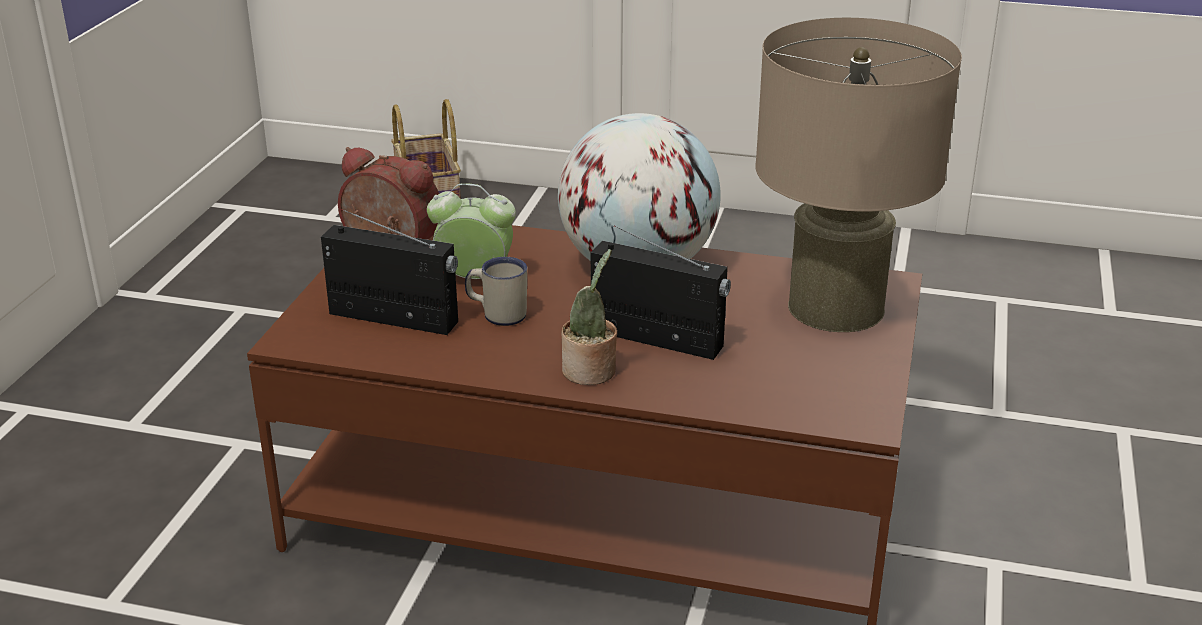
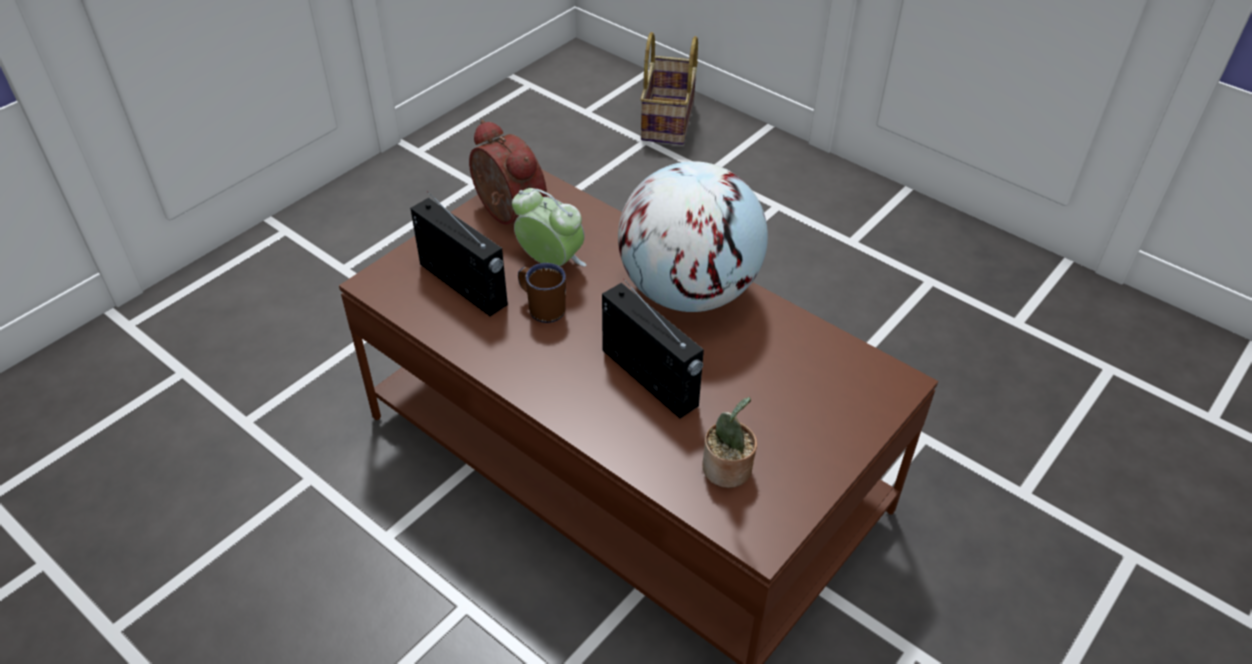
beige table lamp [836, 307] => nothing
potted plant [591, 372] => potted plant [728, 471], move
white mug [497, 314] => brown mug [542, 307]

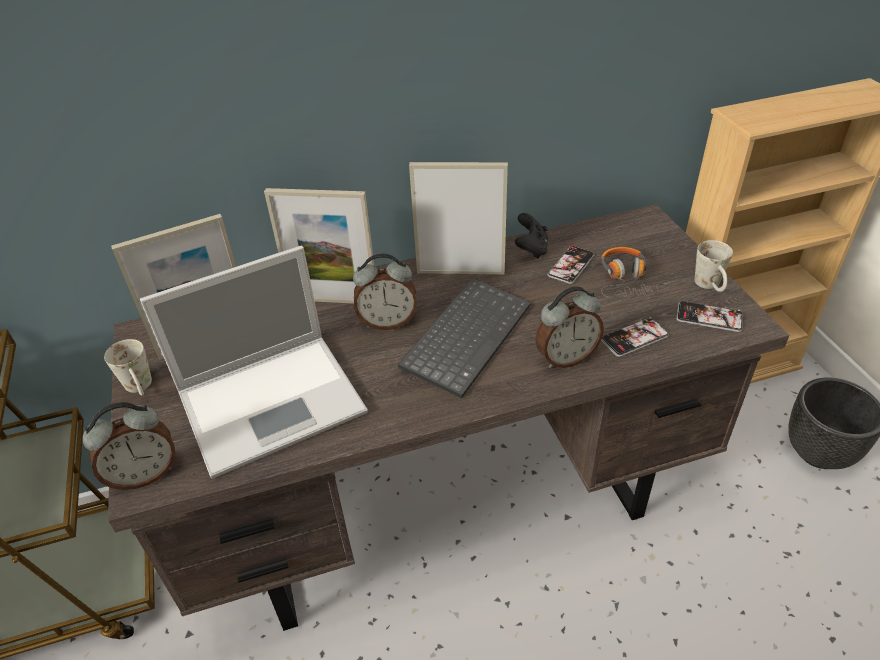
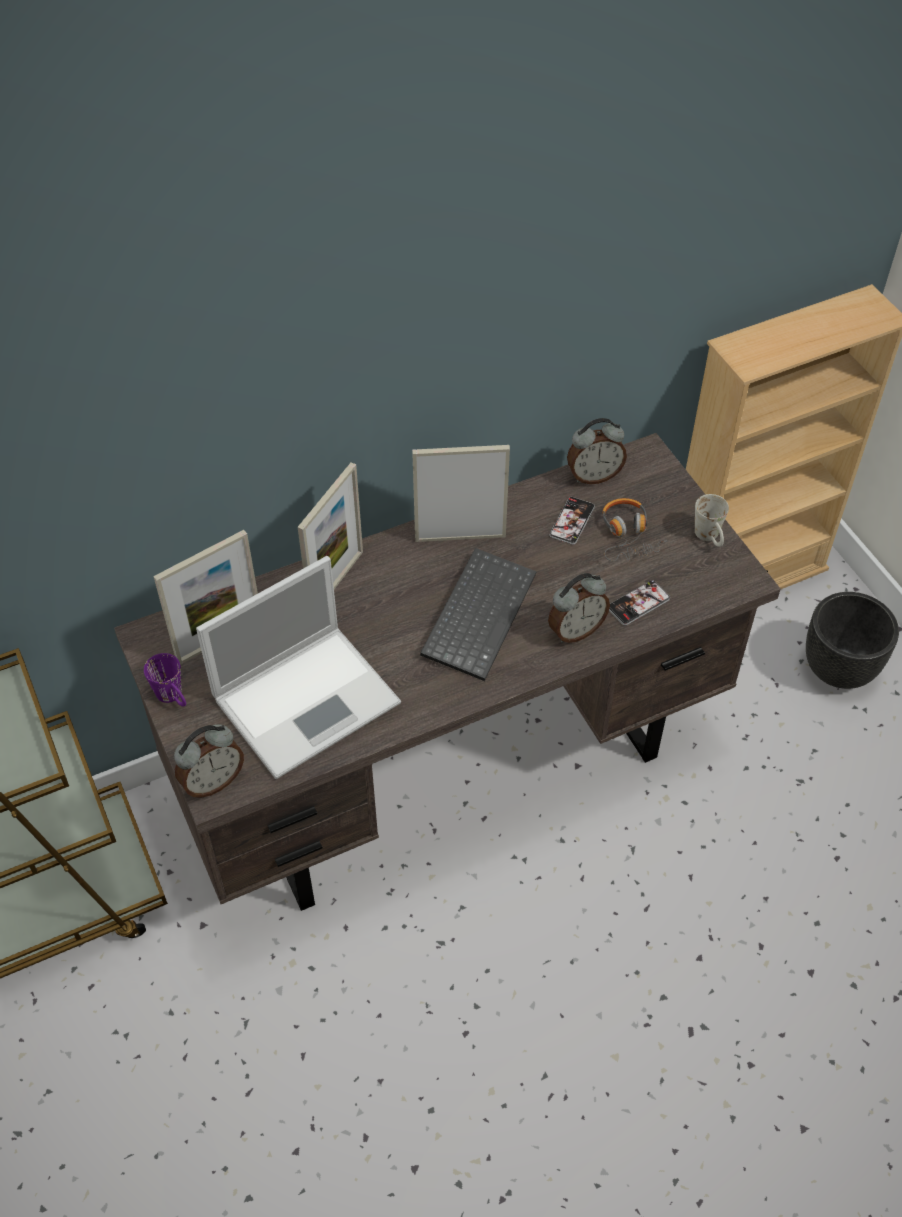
black game controller [531, 249] => nothing
phone [709, 317] => nothing
alarm clock [387, 322] => alarm clock [593, 475], move
white mug [141, 388] => purple mug [174, 697]
picture frame [333, 300] => picture frame [336, 582], 60 degrees counterclockwise

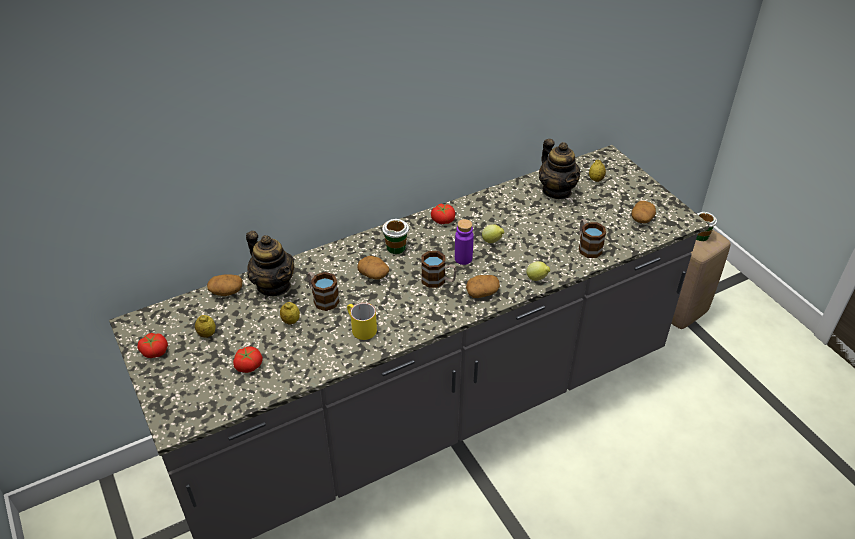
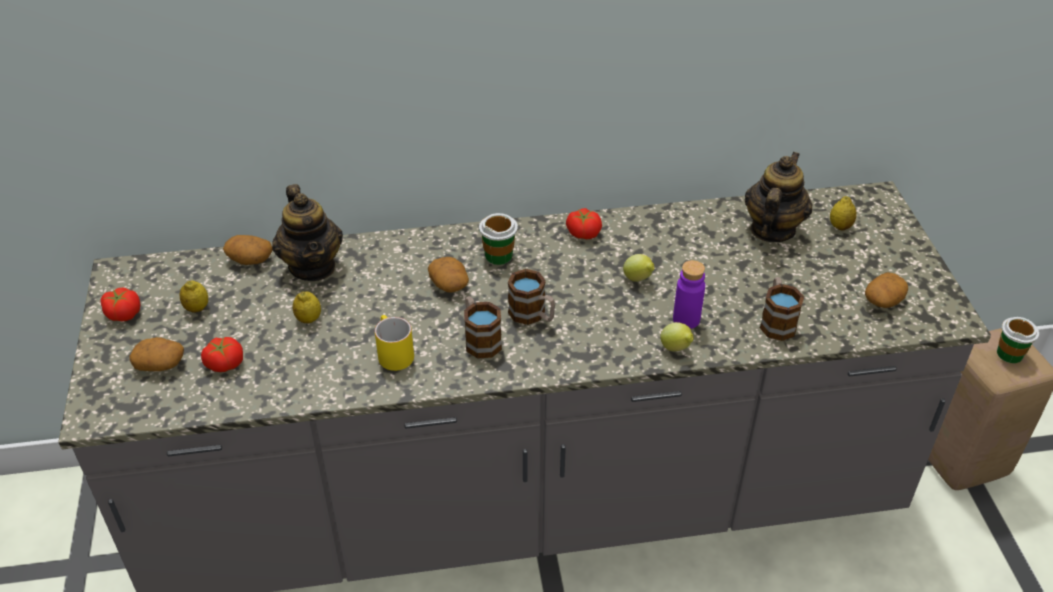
mug [322, 298] => mug [480, 339], move
purple bottle [463, 258] => purple bottle [686, 319], move
potato [482, 292] => potato [160, 364], move
teapot [557, 191] => teapot [772, 229], 150 degrees counterclockwise

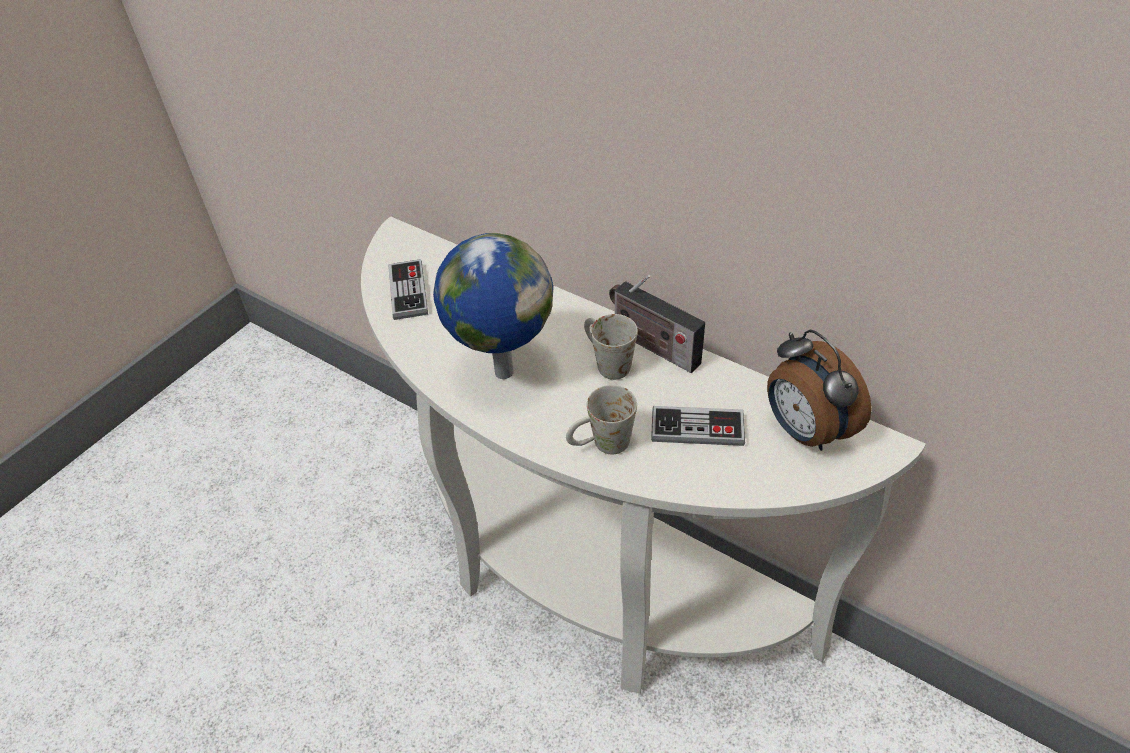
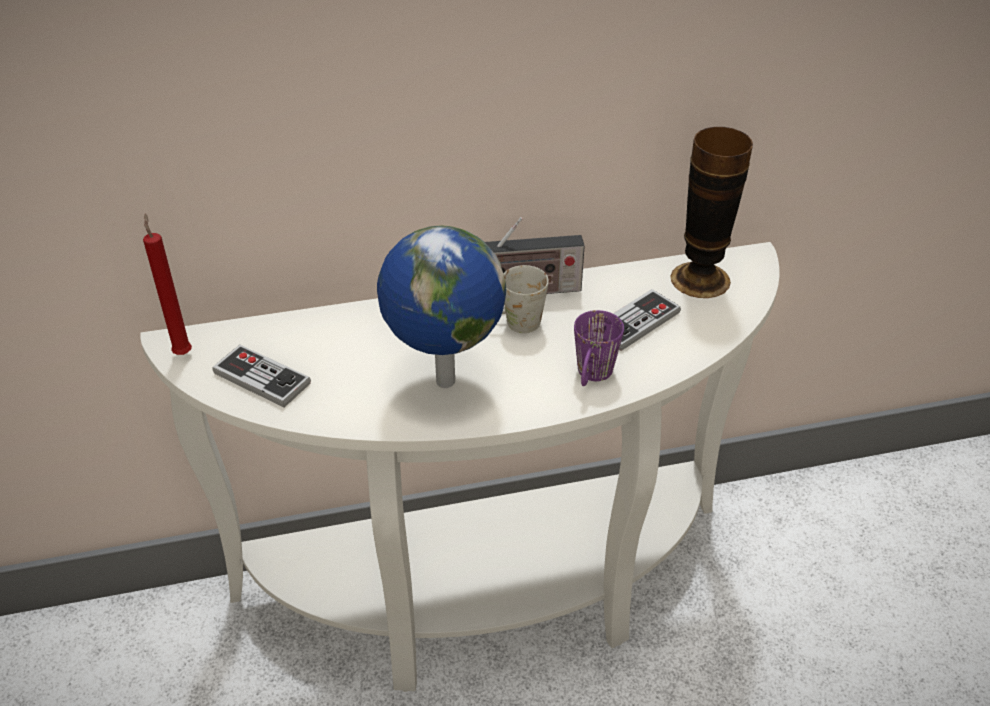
nothing => red candle [183, 352]
alarm clock [805, 431] => vase [700, 279]
white mug [601, 445] => purple mug [592, 377]

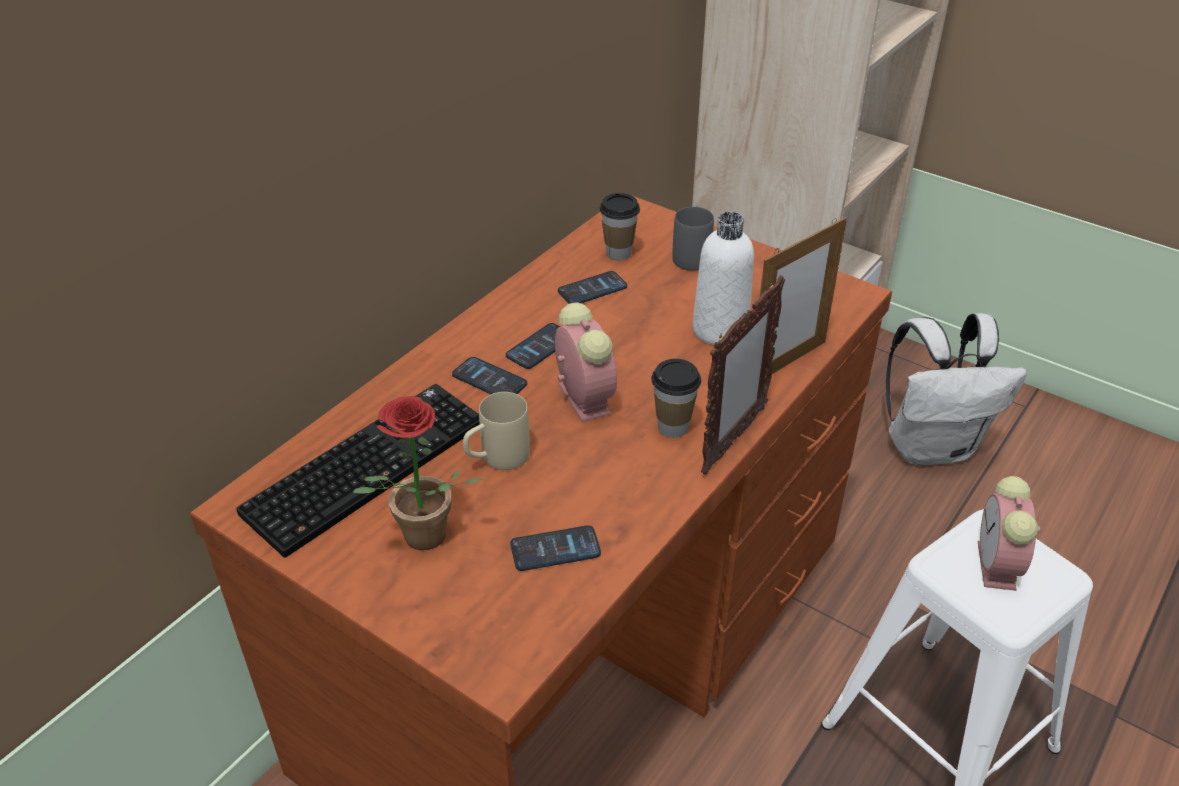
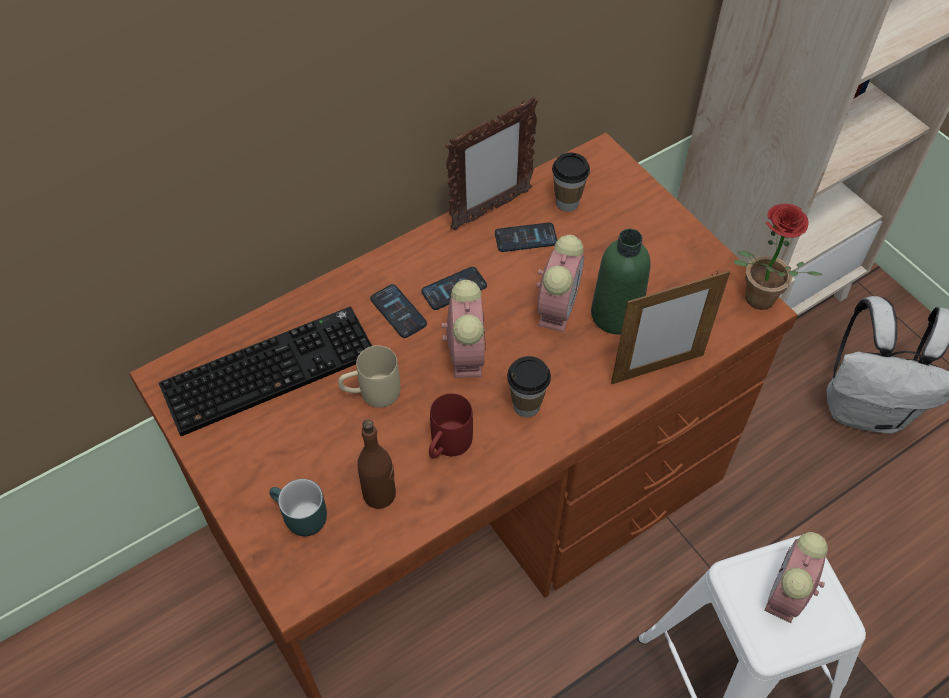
grey mug [692, 255] => nothing
nothing => turquoise mug [299, 518]
nothing => red mug [447, 447]
nothing => alarm clock [557, 306]
potted plant [420, 542] => potted plant [756, 302], move
picture frame [733, 440] => picture frame [490, 210], move
phone [555, 549] => brown bottle [380, 494]
white bottle [720, 330] => green bottle [616, 314]

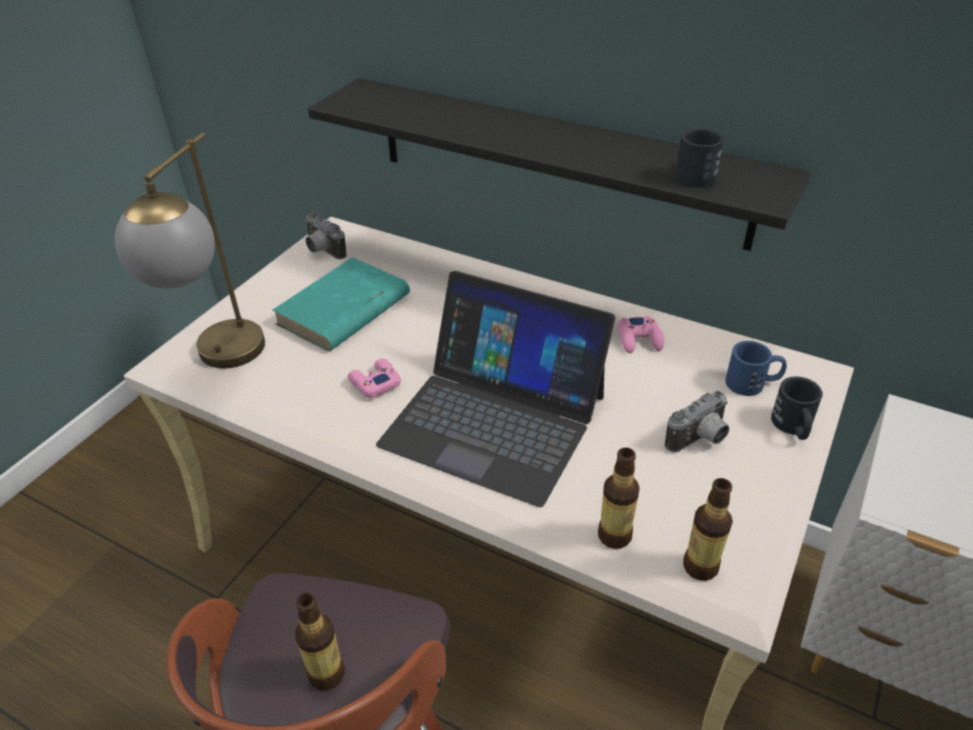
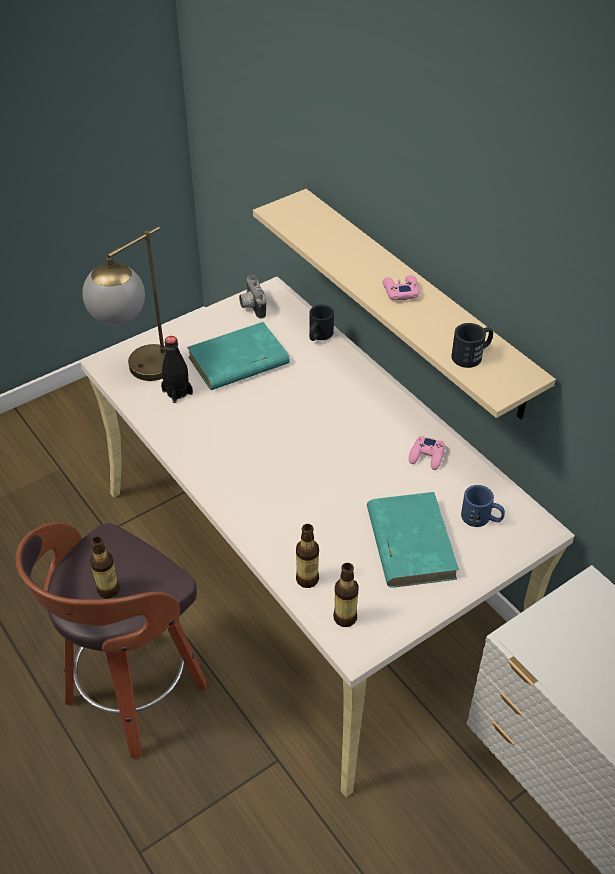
laptop [494, 419] => nothing
nothing => black bottle [177, 392]
pink game controller [374, 383] => pink game controller [400, 291], move
black mug [793, 427] => black mug [318, 335], move
photo camera [700, 440] => turquoise book [410, 542]
black shelf [557, 161] => beige shelf [415, 301]

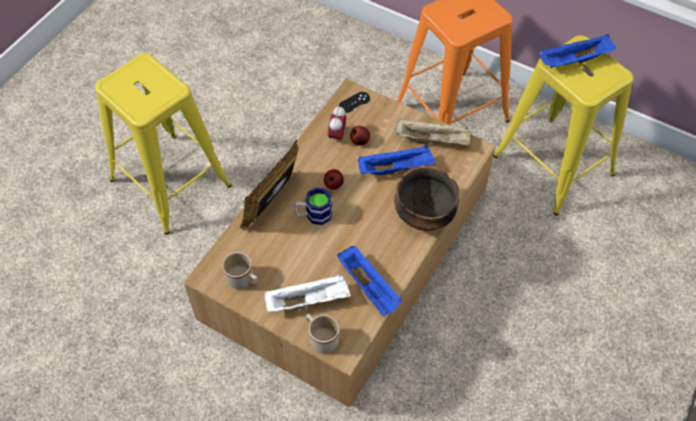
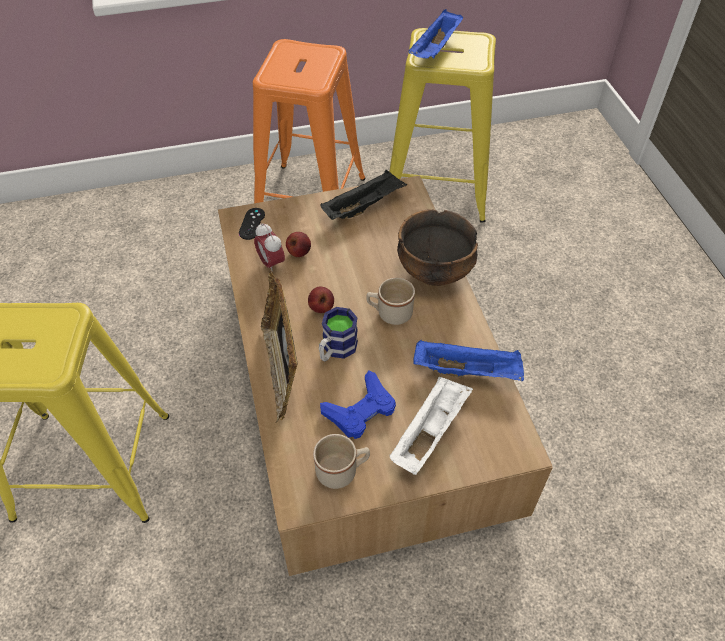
blue tray [396, 168] => nothing
nothing => blue game controller [360, 410]
beige mug [321, 338] => beige mug [389, 313], move
beige tray [433, 140] => black tray [364, 206]

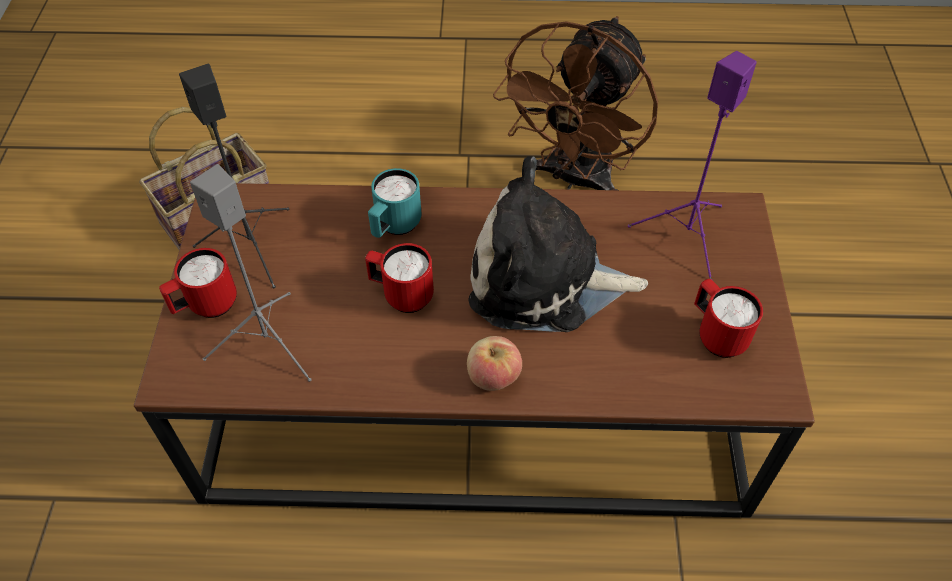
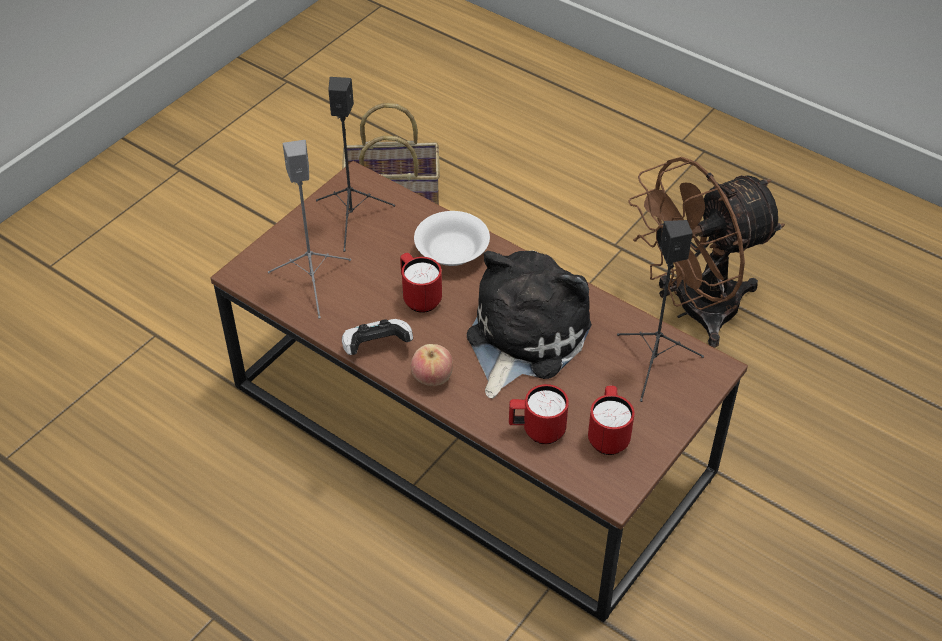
nothing => game controller [376, 347]
red mug [206, 306] => red mug [537, 431], move
turquoise mug [394, 227] => white bowl [453, 252]
purple speaker [687, 237] => black speaker [654, 364]
plush toy [544, 279] => plush toy [522, 337], 75 degrees clockwise

